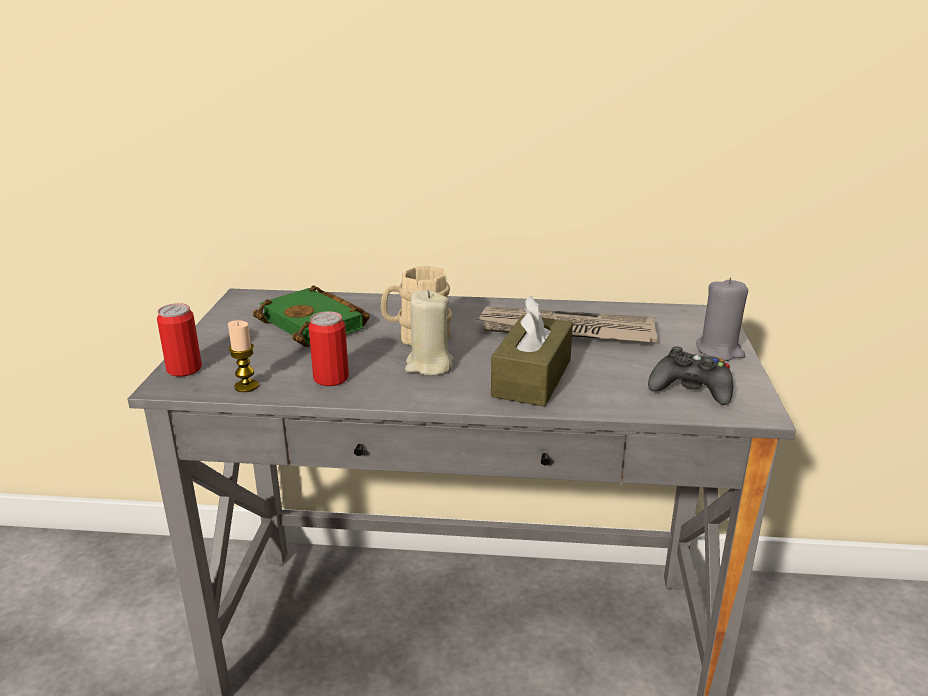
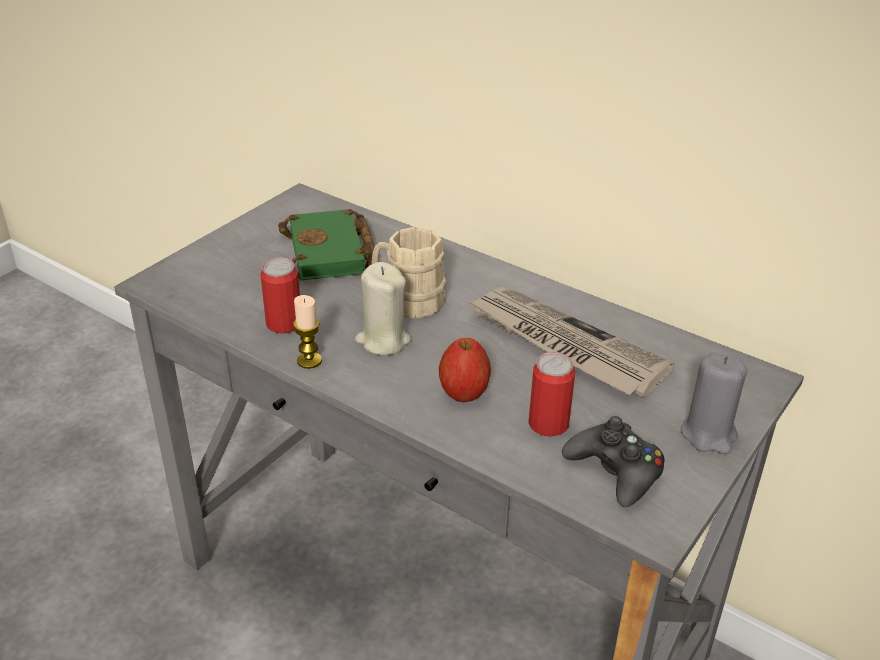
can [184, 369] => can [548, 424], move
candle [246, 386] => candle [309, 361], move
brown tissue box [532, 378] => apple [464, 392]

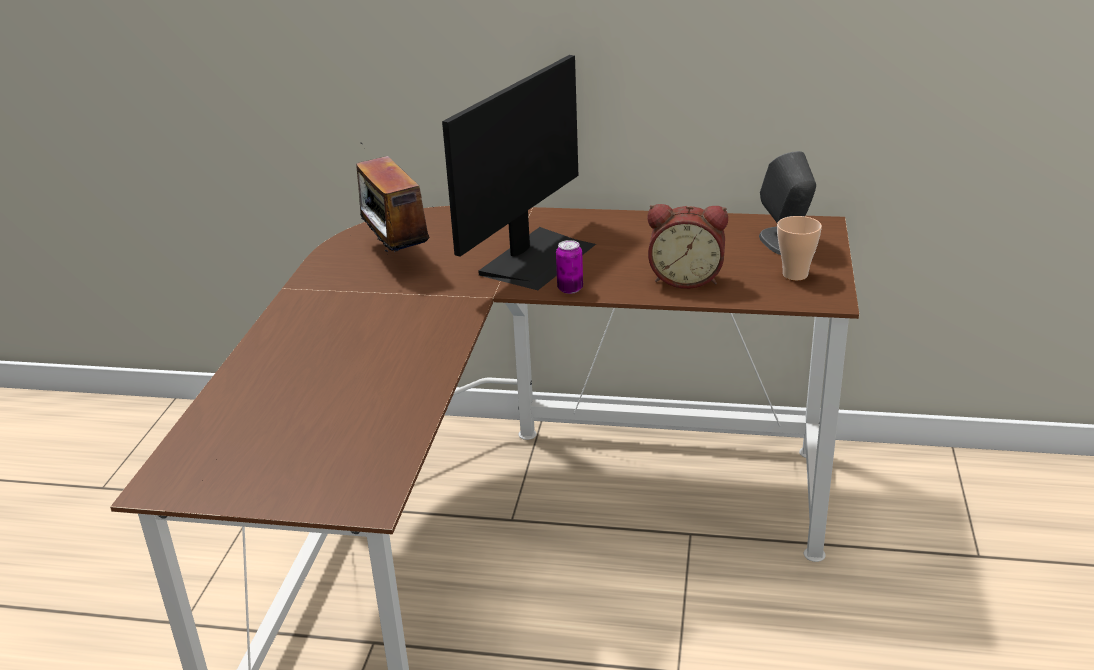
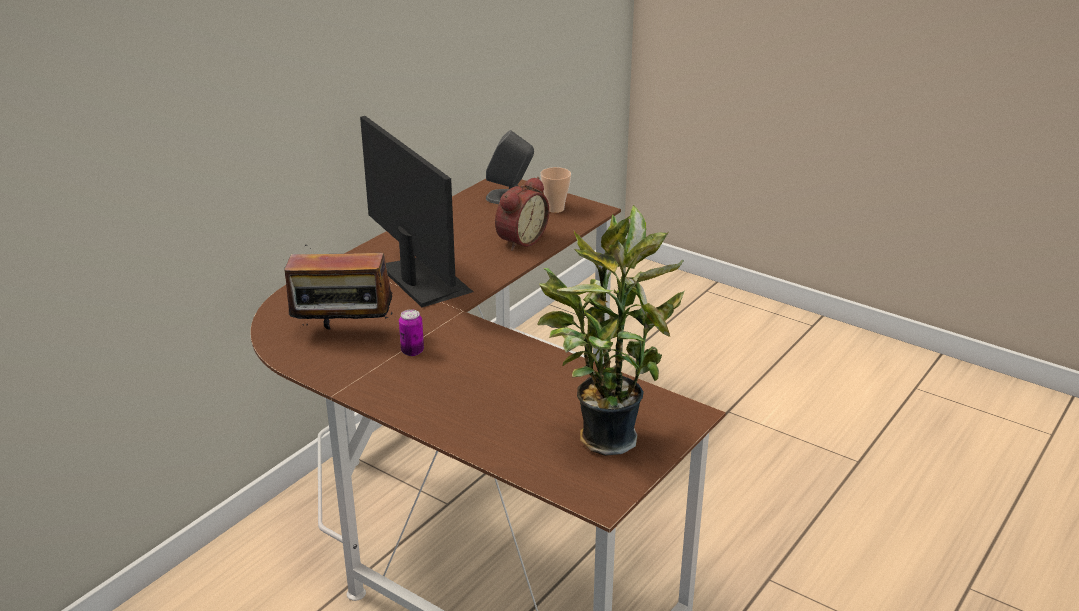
nothing => potted plant [603, 436]
can [570, 289] => can [412, 351], move

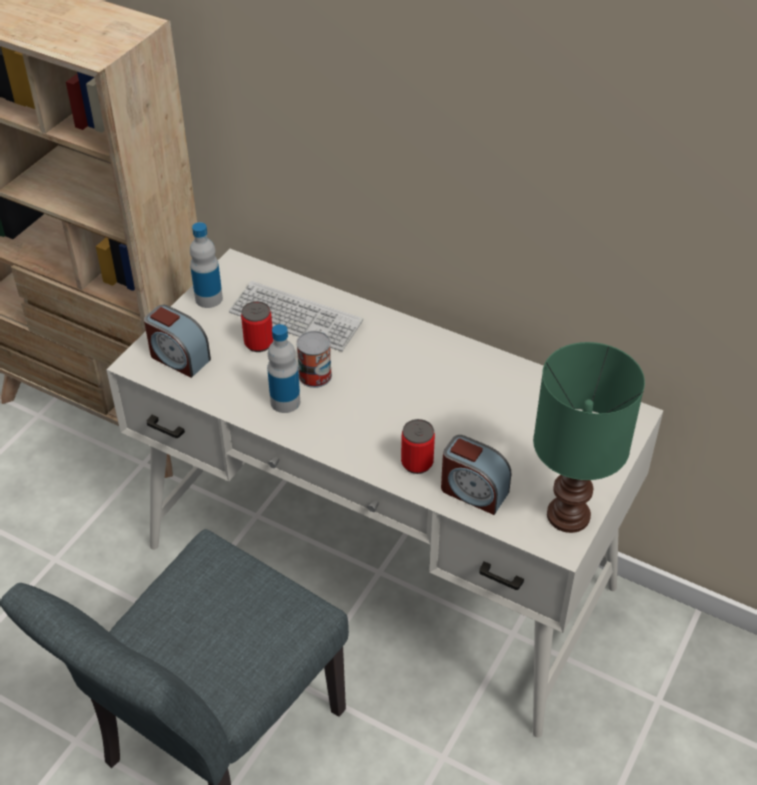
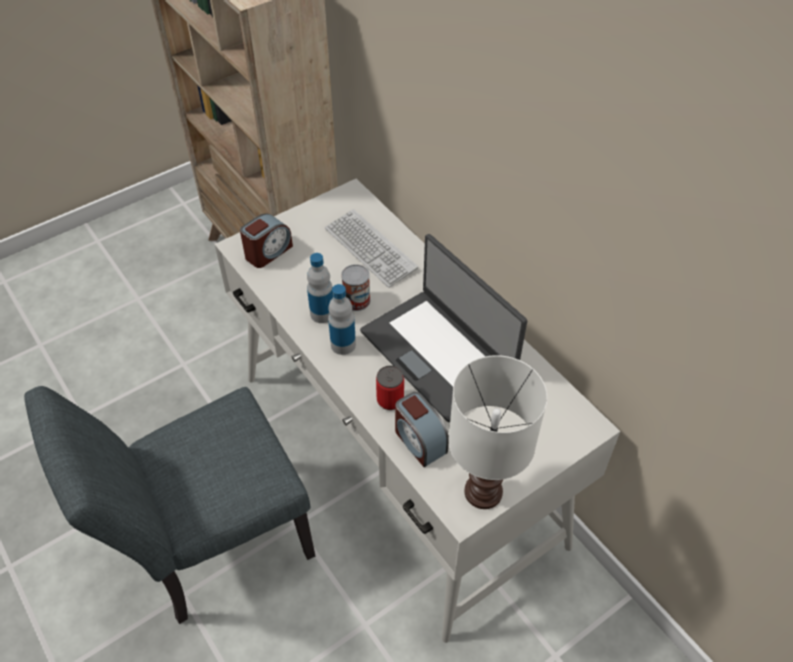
can [259, 343] => nothing
nothing => laptop [438, 353]
bottle [209, 298] => bottle [343, 344], move
green table lamp [567, 516] => white table lamp [481, 492]
alarm clock [178, 358] => alarm clock [268, 252], 105 degrees counterclockwise

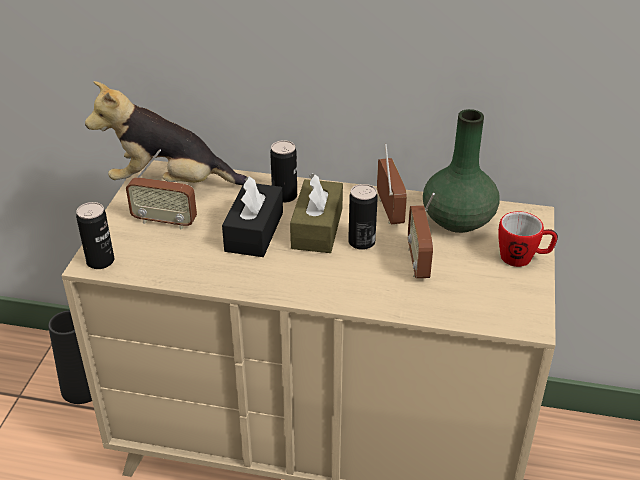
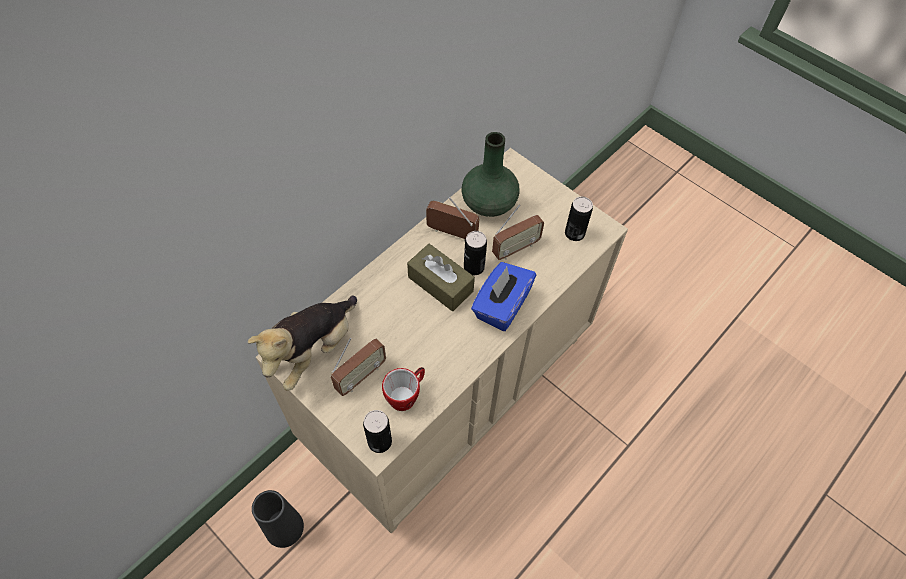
black tissue box [254, 231] => nothing
nothing => blue tissue box [501, 306]
can [284, 196] => can [574, 233], move
mug [523, 258] => mug [406, 395], move
radio [418, 262] => radio [515, 248], 60 degrees counterclockwise

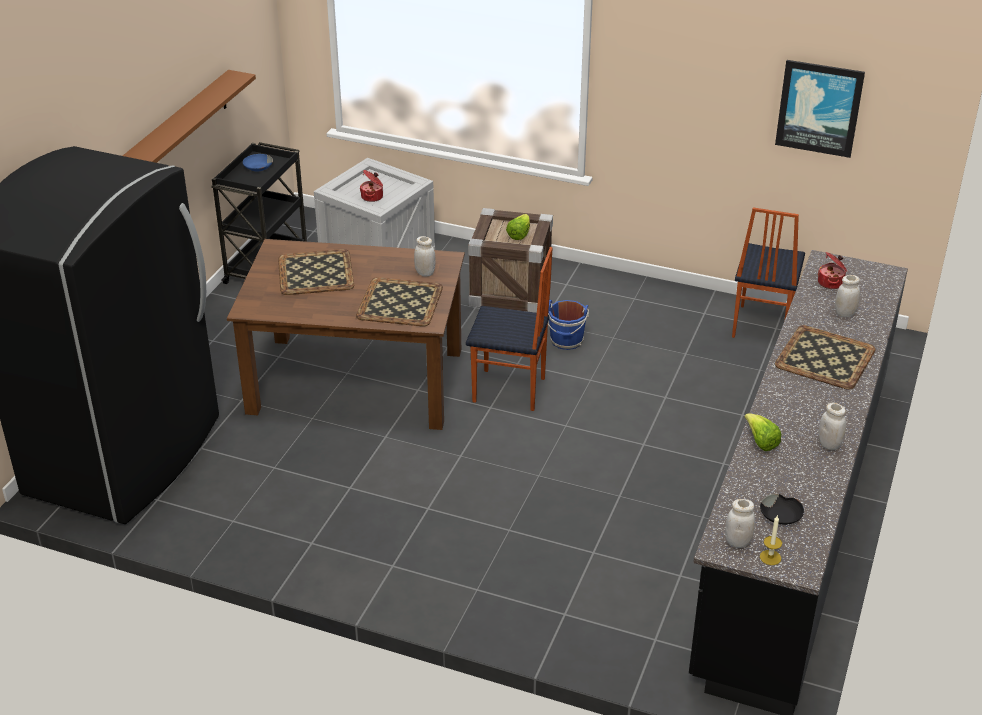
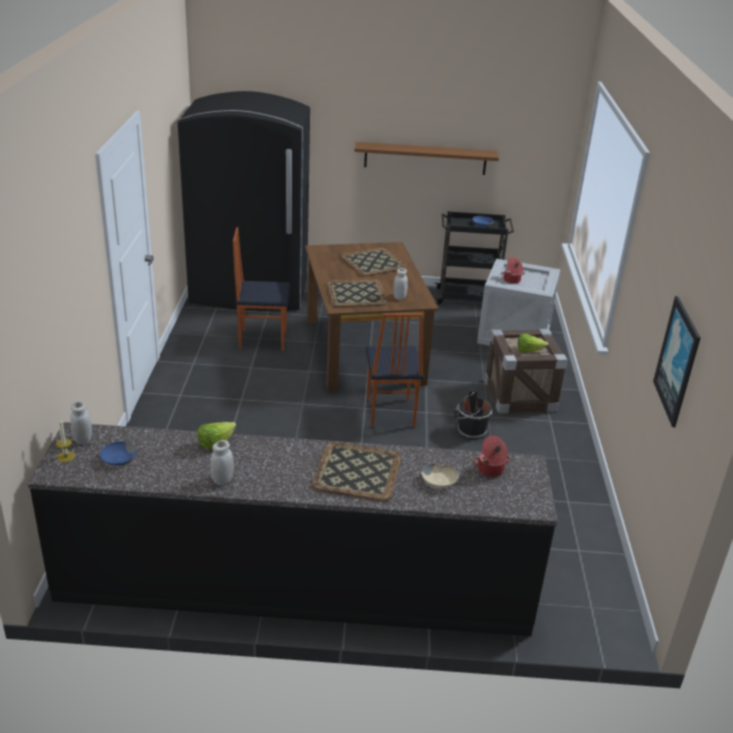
chair [760, 325] => chair [262, 339], move
white jar [845, 314] => beige bowl [439, 481]
blue bucket [566, 341] => black bucket [470, 431]
black bowl [781, 516] => blue bowl [119, 459]

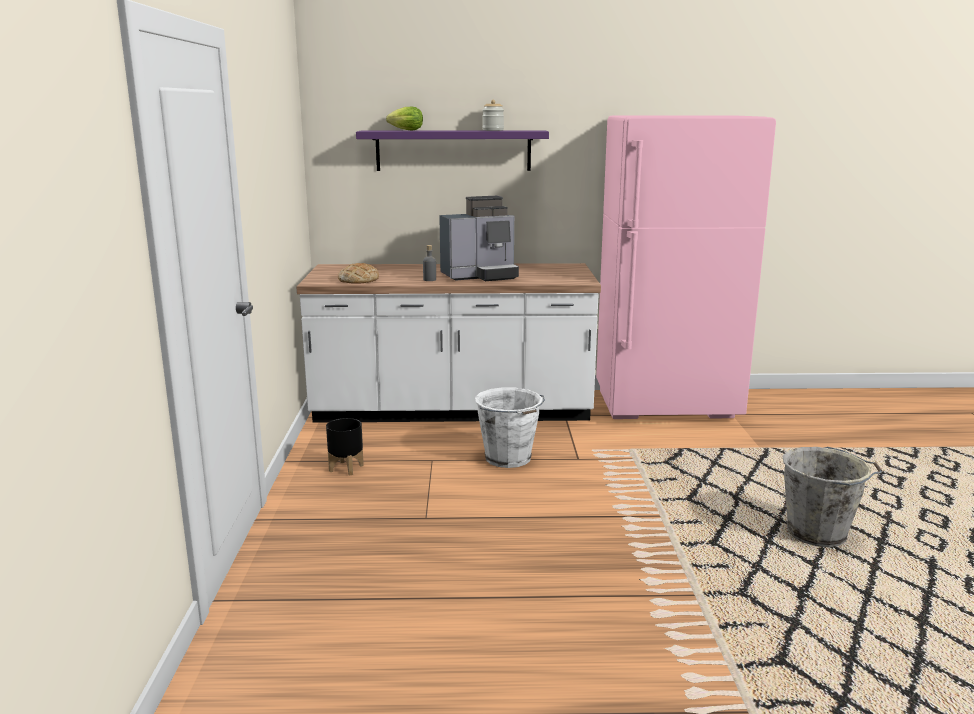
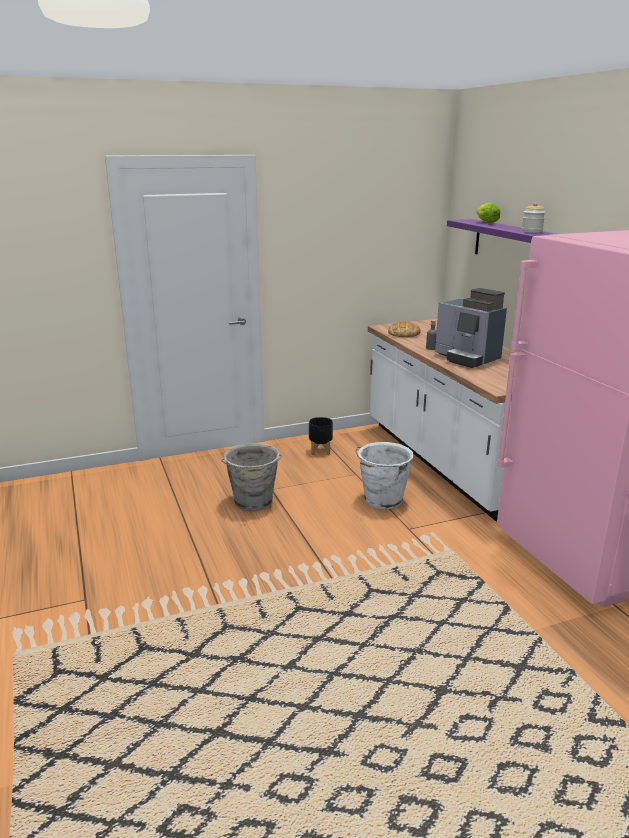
grey bucket [819, 534] => grey bucket [253, 502], move

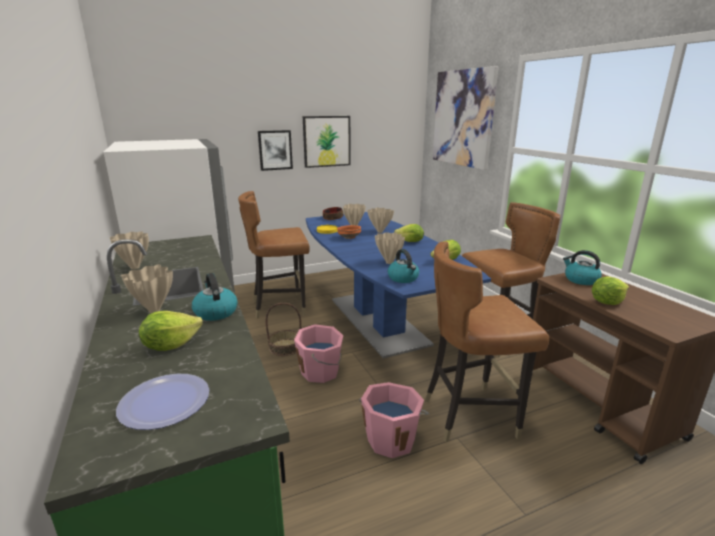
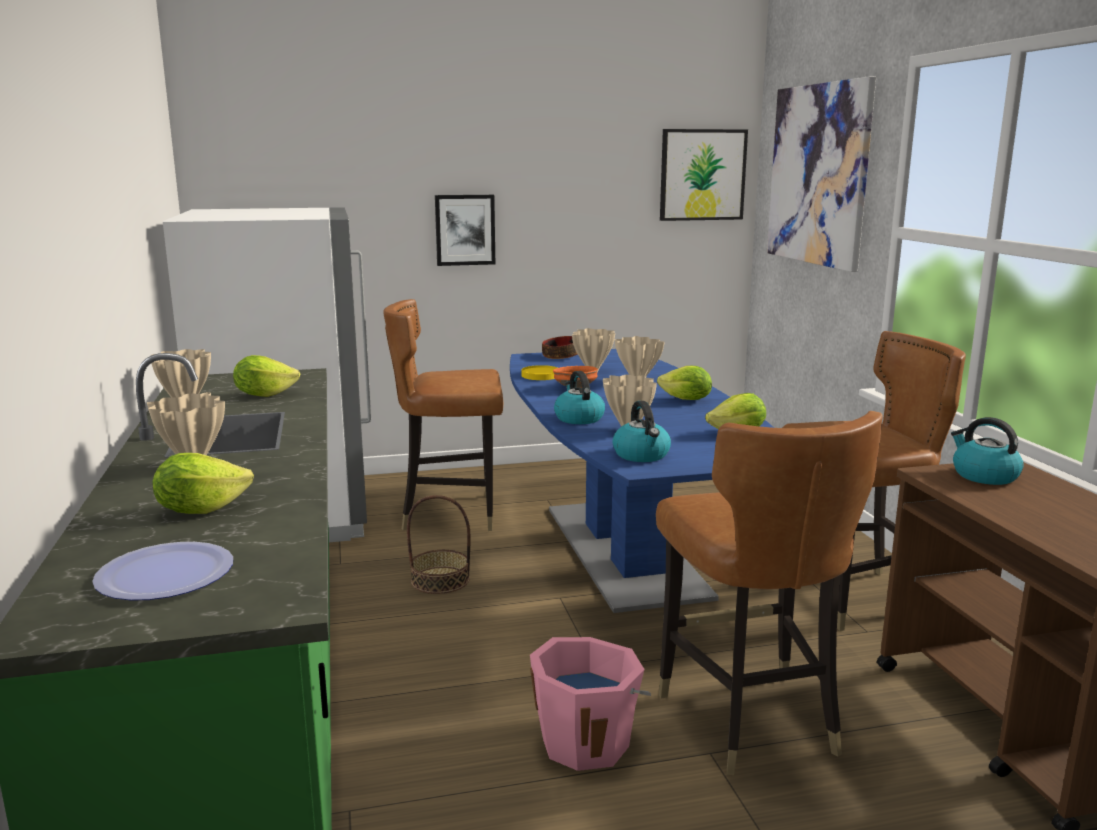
pink bucket [321, 371] => nothing
kettle [215, 312] => kettle [578, 418], move
picture [326, 141] => picture [702, 175], move
lettuce [607, 302] => lettuce [264, 394], move
brown chair [470, 415] => brown chair [749, 719], 105 degrees counterclockwise

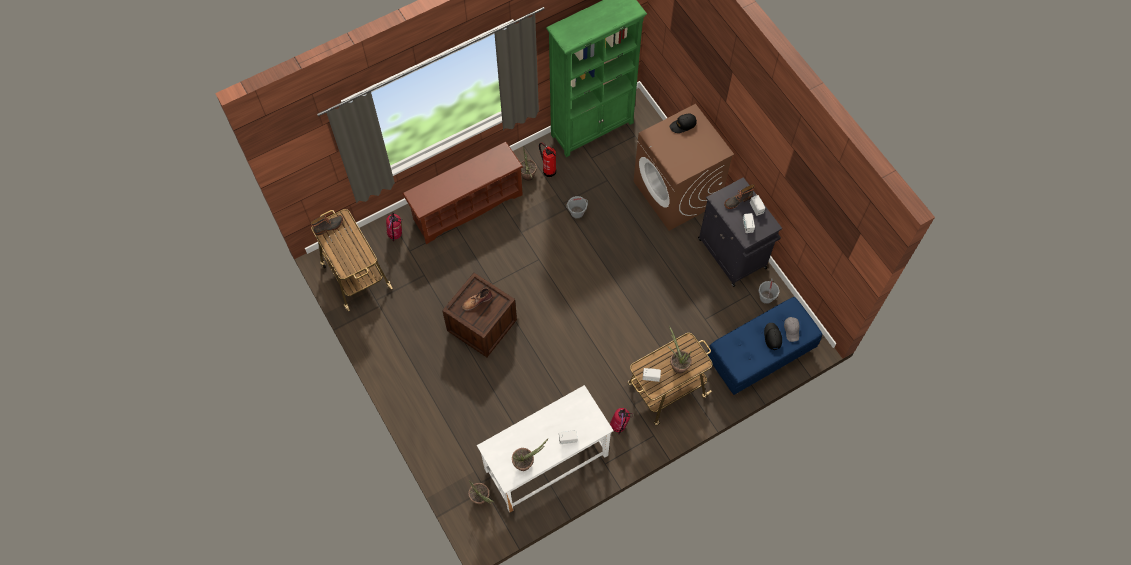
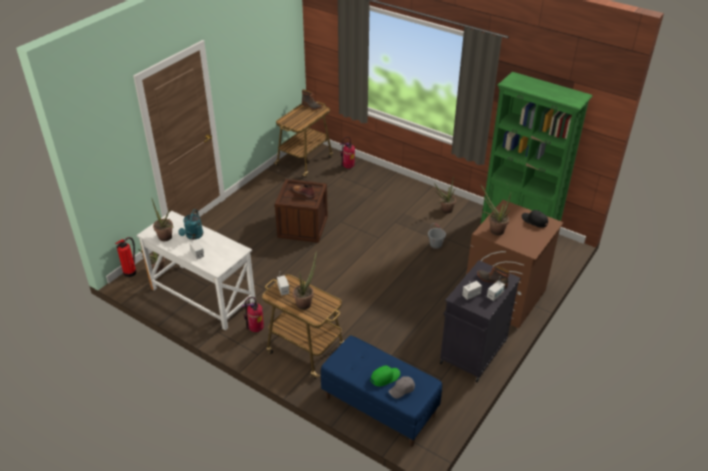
brown shoe rack [467, 206] => nothing
grey bucket [766, 297] => nothing
nothing => turquoise watering can [193, 236]
nothing => potted plant [494, 230]
fire extinguisher [548, 170] => fire extinguisher [131, 272], move
black cap [772, 337] => green cap [385, 377]

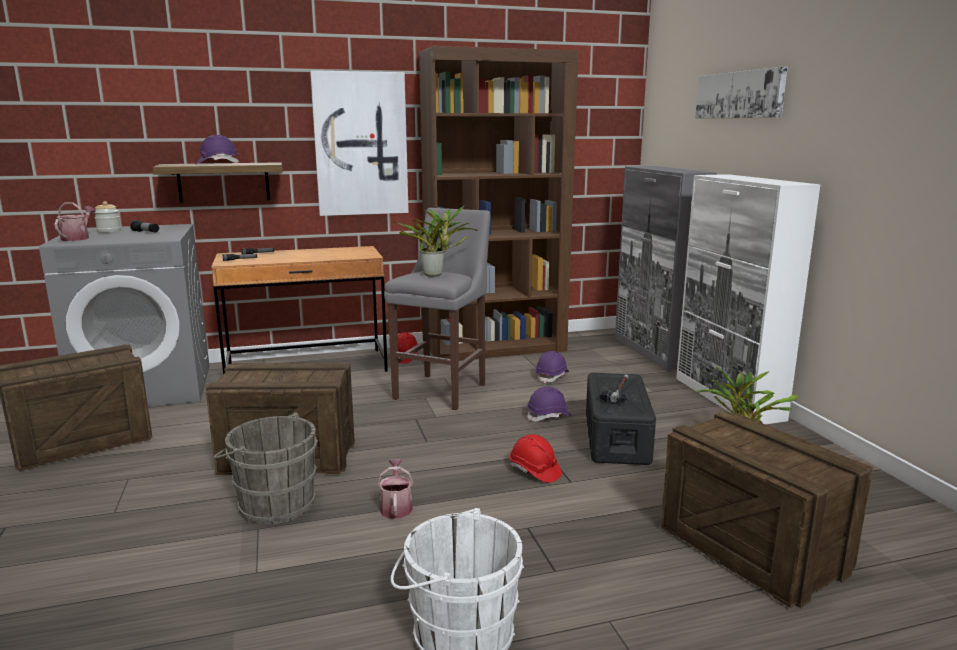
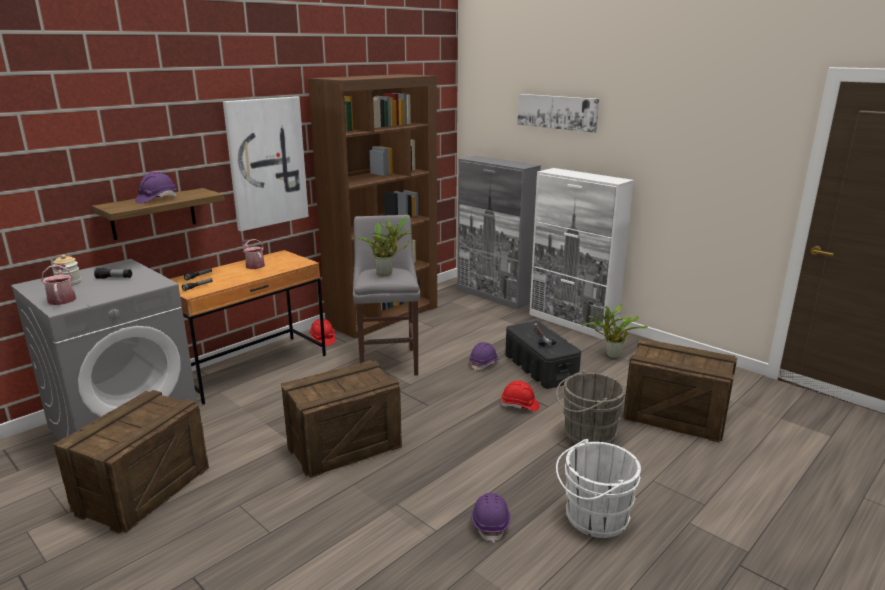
grey bucket [273, 504] => grey bucket [586, 434], move
watering can [396, 507] => watering can [254, 265], move
purple hard hat [552, 376] => purple hard hat [490, 524], move

